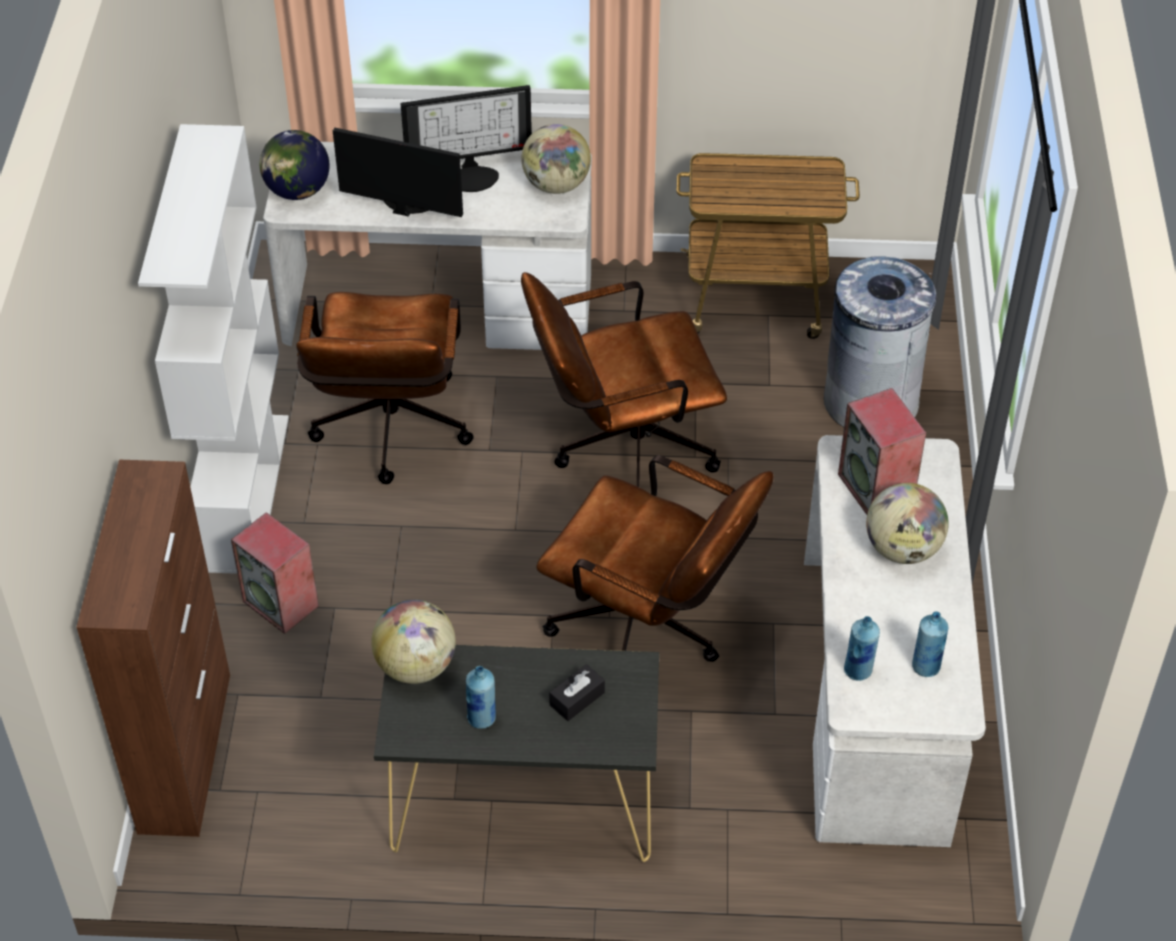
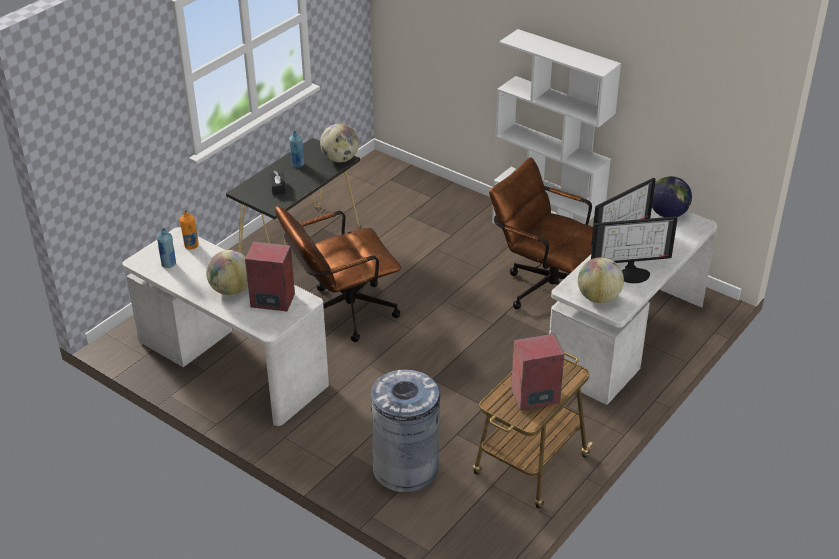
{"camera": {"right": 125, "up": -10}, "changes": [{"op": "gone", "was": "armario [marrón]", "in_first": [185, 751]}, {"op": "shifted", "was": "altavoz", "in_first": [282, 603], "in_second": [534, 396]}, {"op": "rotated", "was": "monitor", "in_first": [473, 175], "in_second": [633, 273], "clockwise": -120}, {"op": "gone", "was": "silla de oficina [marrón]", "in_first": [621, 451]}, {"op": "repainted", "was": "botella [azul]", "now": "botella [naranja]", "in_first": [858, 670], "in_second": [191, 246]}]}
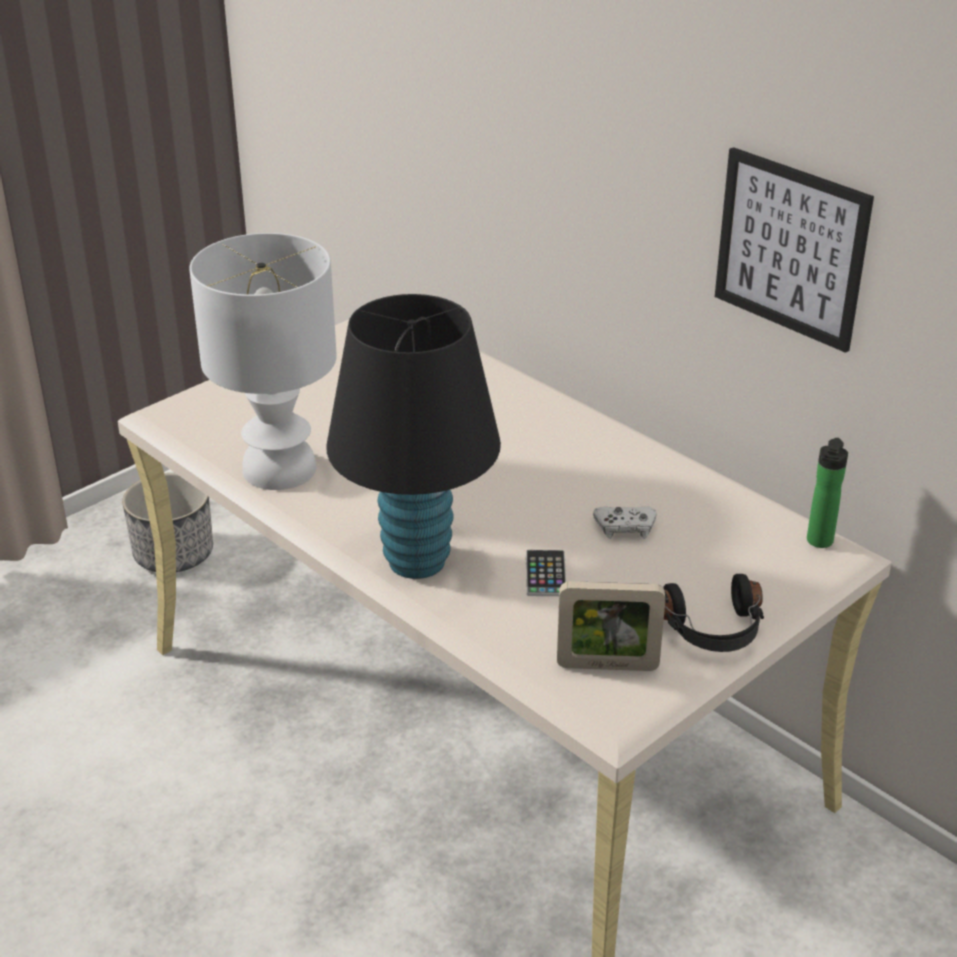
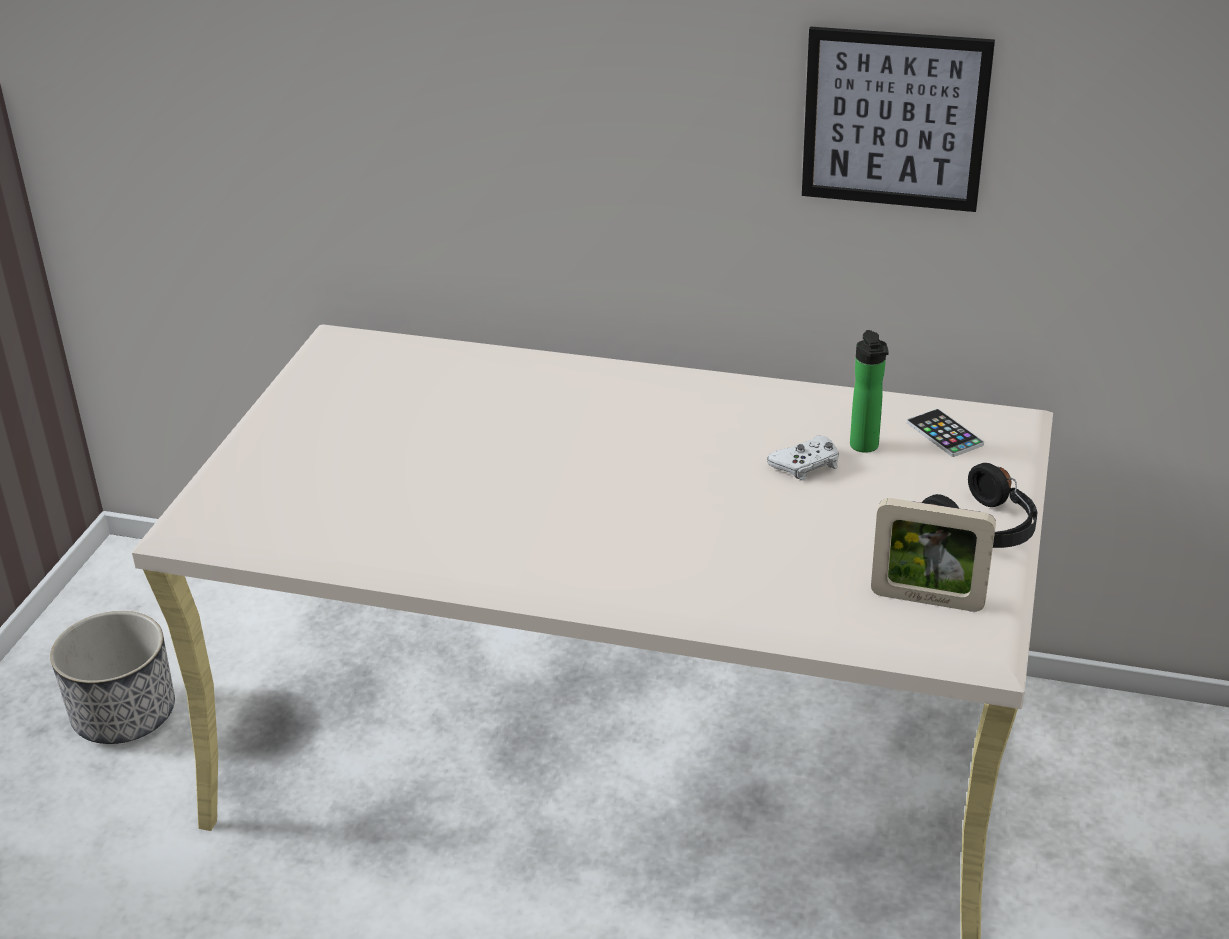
{"camera": {"right": -30, "up": 0}, "changes": [{"op": "gone", "was": "lámpara de mesa [blanco]", "in_first": [277, 468]}, {"op": "gone", "was": "lámpara de mesa [negro]", "in_first": [417, 561]}, {"op": "shifted", "was": "móvil", "in_first": [545, 574], "in_second": [944, 434]}, {"op": "rotated", "was": "portarretratos", "in_first": [607, 666], "in_second": [927, 600], "clockwise": 45}, {"op": "shifted", "was": "botella", "in_first": [819, 543], "in_second": [865, 447]}]}
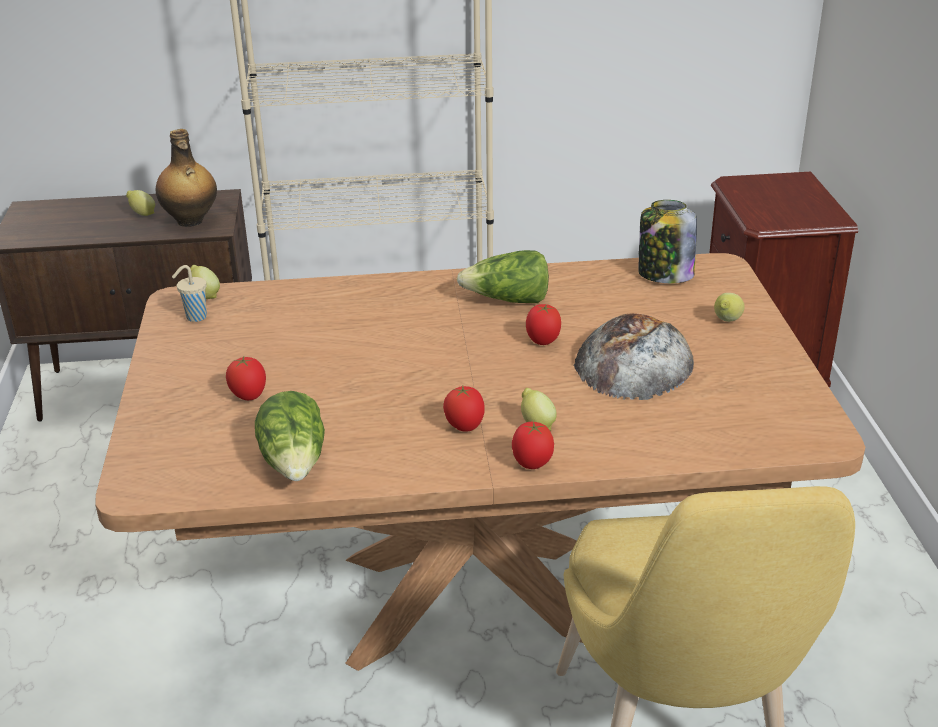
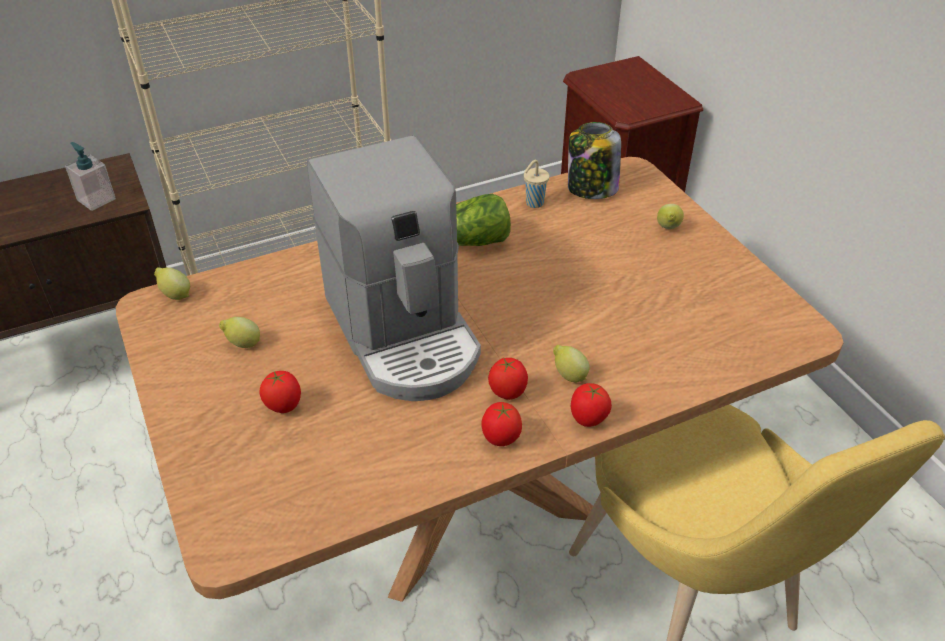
{"camera": {"right": -20, "up": 10}, "changes": [{"op": "shifted", "was": "limón", "in_first": [142, 214], "in_second": [243, 344]}, {"op": "swapped", "was": "botella", "now": "dispensador de jabón", "in_first": [190, 221], "in_second": [96, 199]}, {"op": "shifted", "was": "taza [beis]", "in_first": [195, 317], "in_second": [533, 203]}, {"op": "gone", "was": "lechuga", "in_first": [295, 462]}, {"op": "shifted", "was": "tomate", "in_first": [543, 342], "in_second": [501, 440]}, {"op": "gone", "was": "pan", "in_first": [634, 361]}, {"op": "new", "now": "cafetera", "in_second": [404, 334]}]}
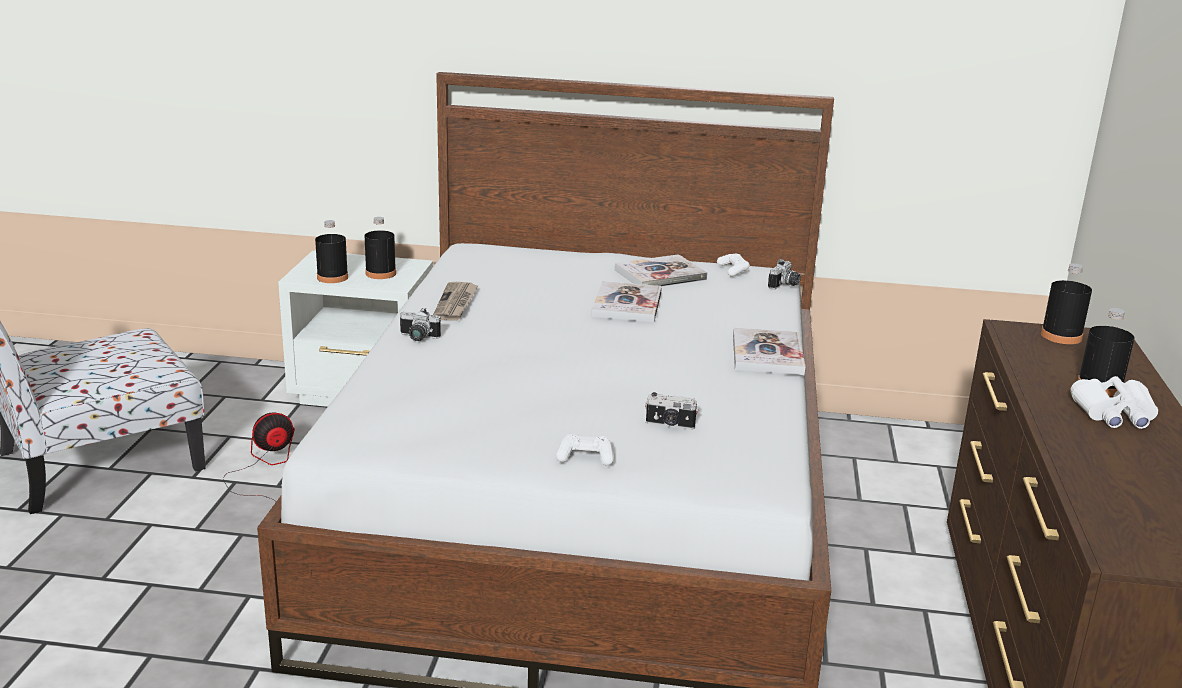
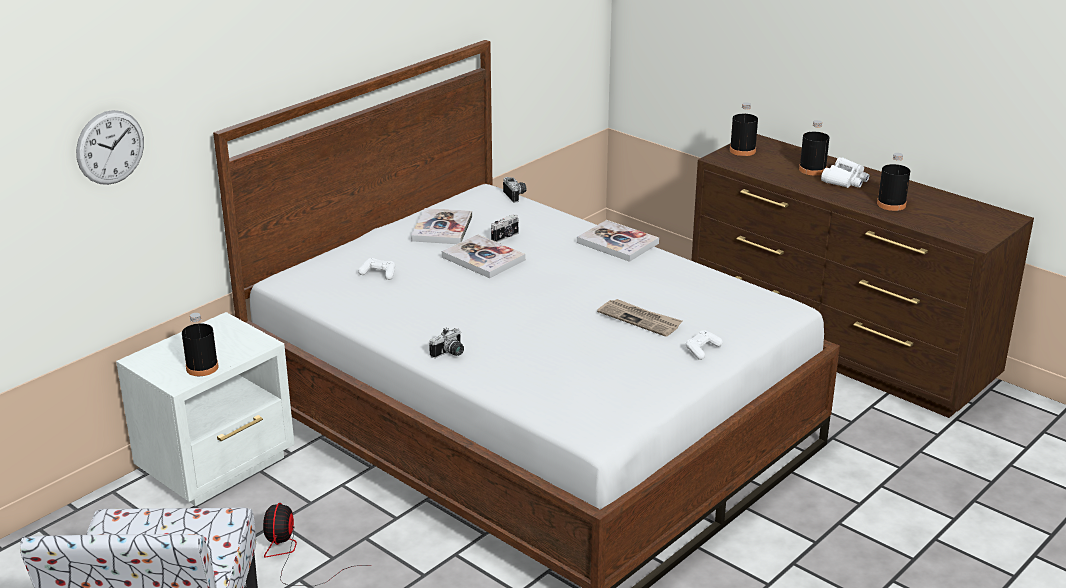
{"camera": {"right": -55, "up": 5}, "changes": [{"op": "shifted", "was": "botella [negro]", "in_first": [380, 273], "in_second": [891, 204]}, {"op": "shifted", "was": "periódico", "in_first": [456, 304], "in_second": [640, 319]}, {"op": "shifted", "was": "cámara", "in_first": [670, 425], "in_second": [505, 237]}, {"op": "shifted", "was": "mando de consola [blanco]", "in_first": [733, 270], "in_second": [378, 274]}, {"op": "new", "now": "reloj de pared", "in_second": [110, 147]}]}
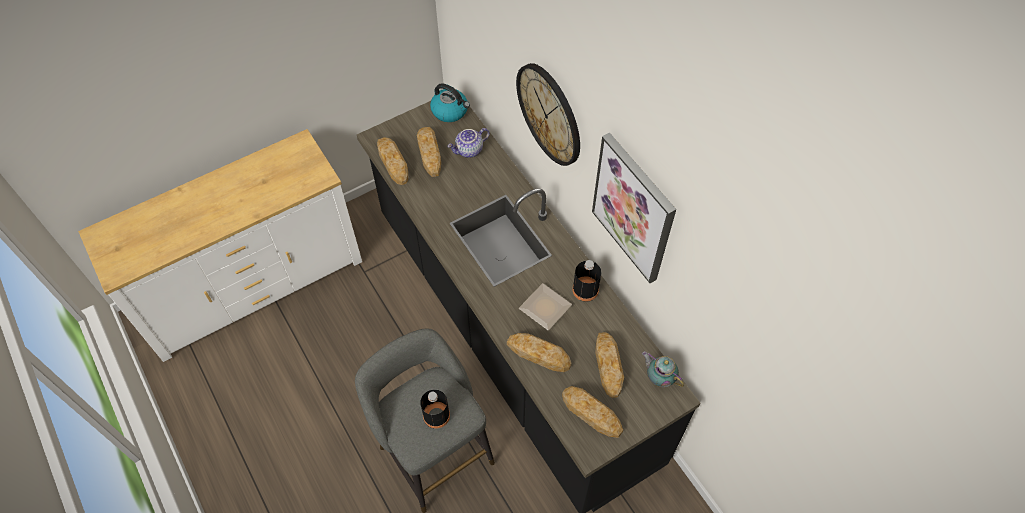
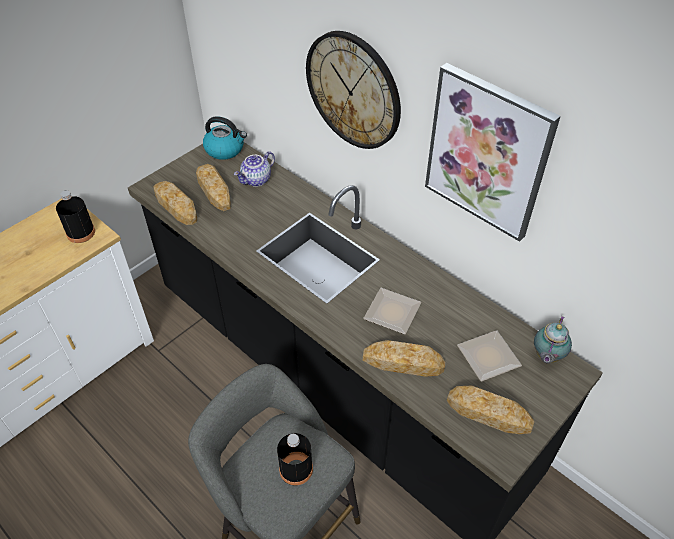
{"camera": {"right": -15, "up": -10}, "changes": [{"op": "shifted", "was": "botella [negro]", "in_first": [585, 289], "in_second": [81, 233]}, {"op": "swapped", "was": "pan", "now": "plato", "in_first": [608, 365], "in_second": [486, 356]}, {"op": "rotated", "was": "tetera", "in_first": [659, 378], "in_second": [546, 357], "clockwise": -90}]}
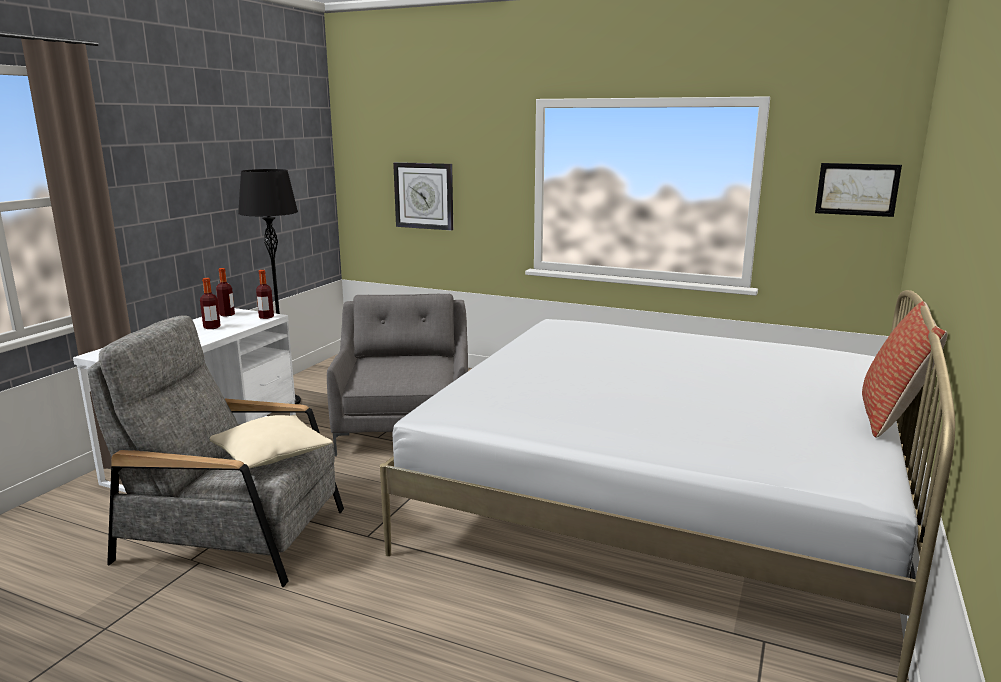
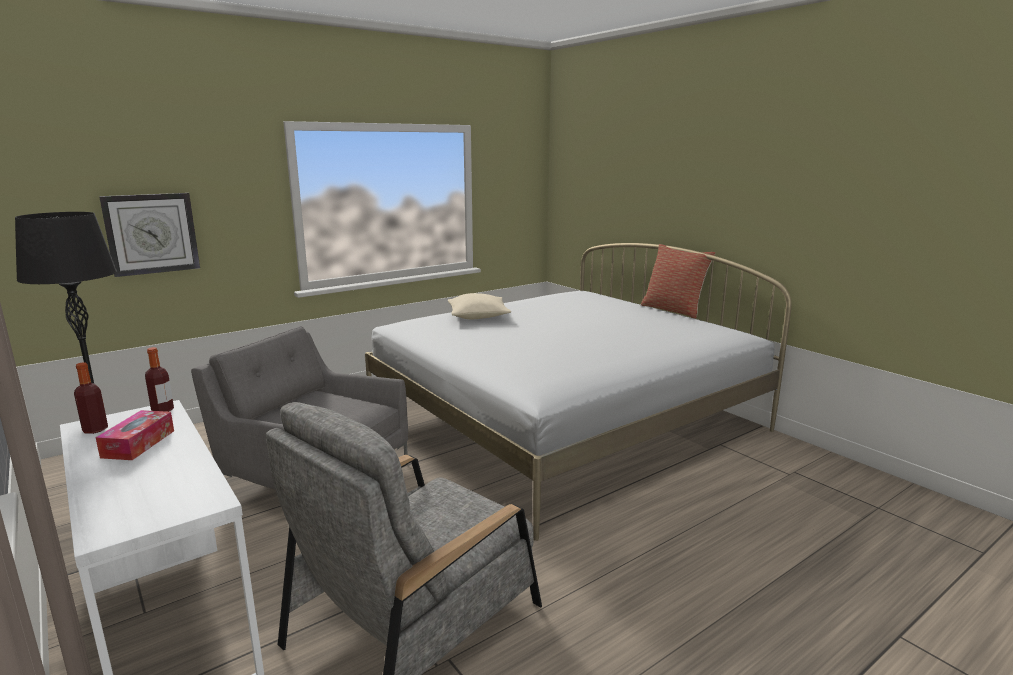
{"camera": {"right": -60, "up": 0}, "changes": [{"op": "swapped", "was": "botella", "now": "caja de pañuelos", "in_first": [212, 327], "in_second": [138, 444]}, {"op": "shifted", "was": "cojín [beis]", "in_first": [271, 456], "in_second": [478, 316]}, {"op": "gone", "was": "cuadro", "in_first": [857, 189]}]}
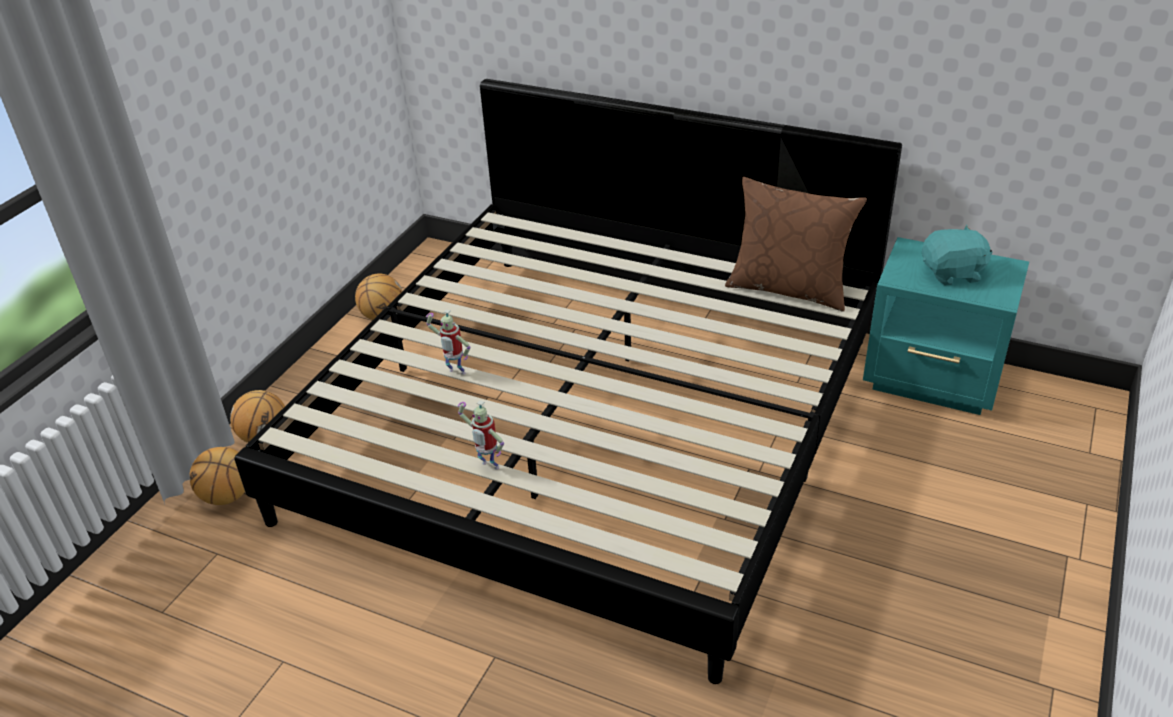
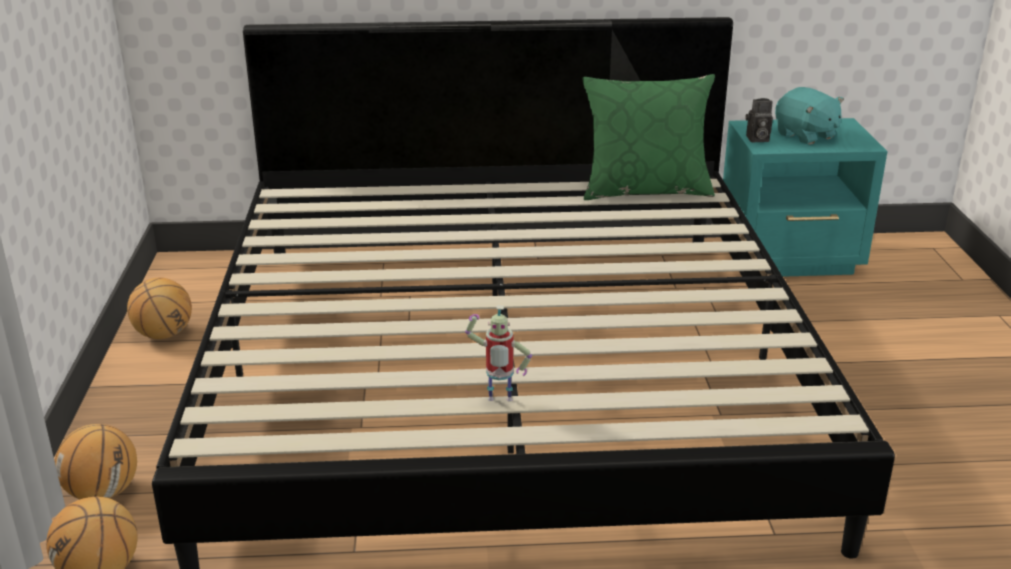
{"camera": {"right": -30, "up": -10}, "changes": [{"op": "gone", "was": "robot de juguete", "in_first": [455, 373]}, {"op": "repainted", "was": "cojín [marrón]", "now": "cojín [verde]", "in_first": [789, 288], "in_second": [645, 190]}, {"op": "rotated", "was": "peluche [turquesa]", "in_first": [952, 274], "in_second": [805, 136], "clockwise": 90}, {"op": "new", "now": "cámara", "in_second": [756, 139]}]}
